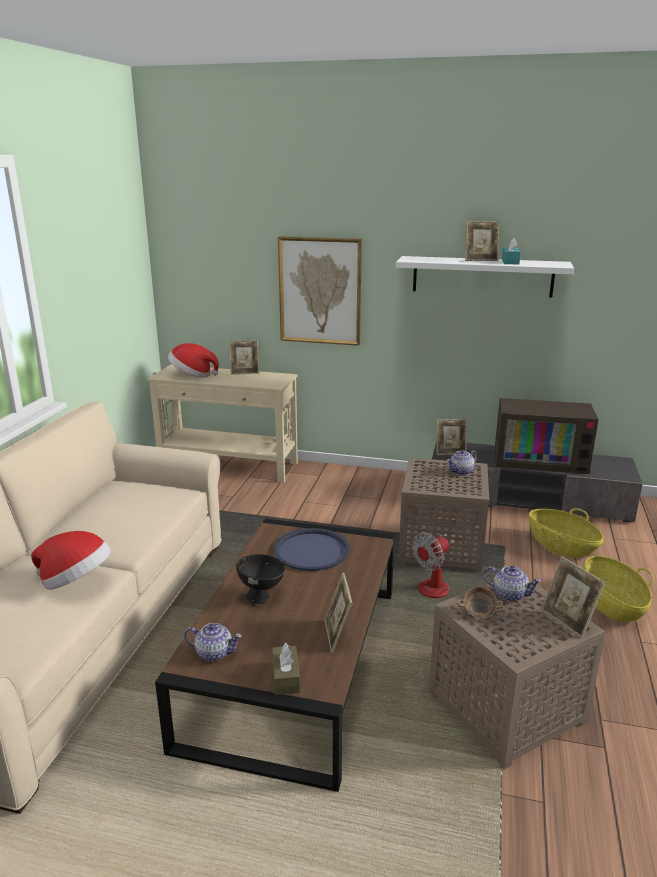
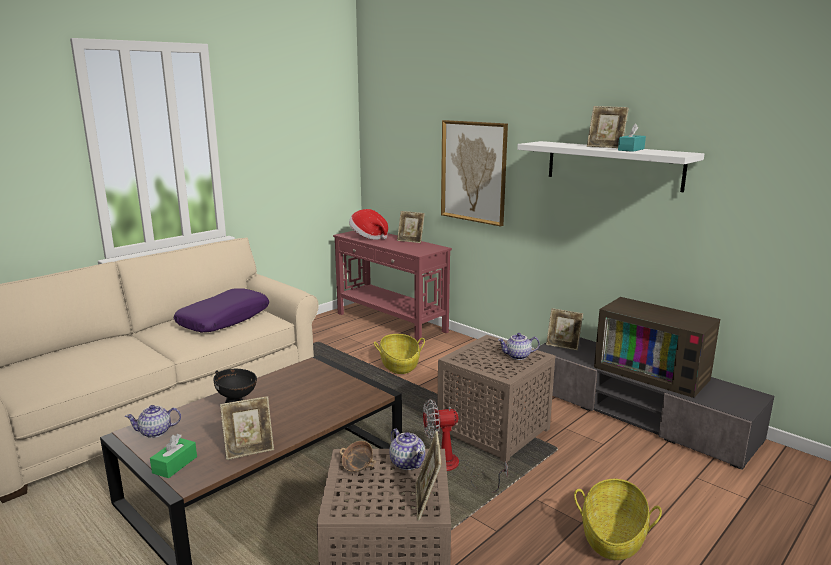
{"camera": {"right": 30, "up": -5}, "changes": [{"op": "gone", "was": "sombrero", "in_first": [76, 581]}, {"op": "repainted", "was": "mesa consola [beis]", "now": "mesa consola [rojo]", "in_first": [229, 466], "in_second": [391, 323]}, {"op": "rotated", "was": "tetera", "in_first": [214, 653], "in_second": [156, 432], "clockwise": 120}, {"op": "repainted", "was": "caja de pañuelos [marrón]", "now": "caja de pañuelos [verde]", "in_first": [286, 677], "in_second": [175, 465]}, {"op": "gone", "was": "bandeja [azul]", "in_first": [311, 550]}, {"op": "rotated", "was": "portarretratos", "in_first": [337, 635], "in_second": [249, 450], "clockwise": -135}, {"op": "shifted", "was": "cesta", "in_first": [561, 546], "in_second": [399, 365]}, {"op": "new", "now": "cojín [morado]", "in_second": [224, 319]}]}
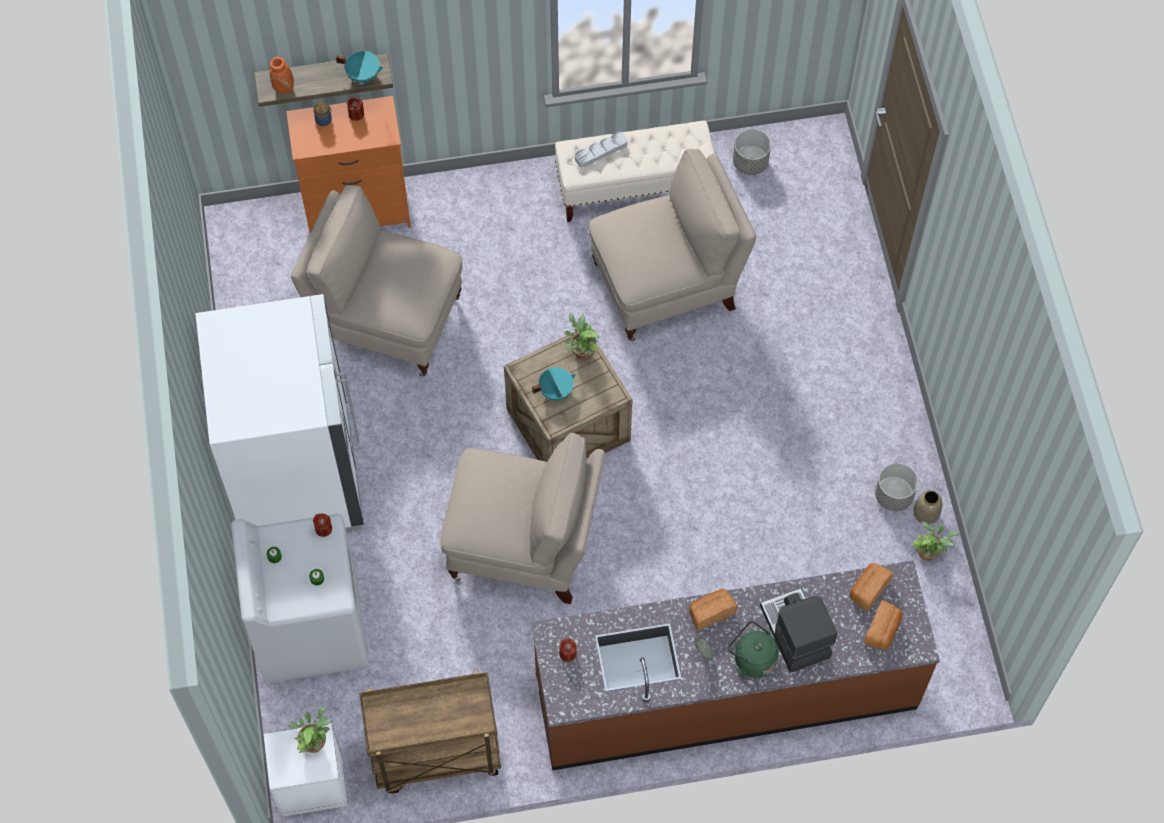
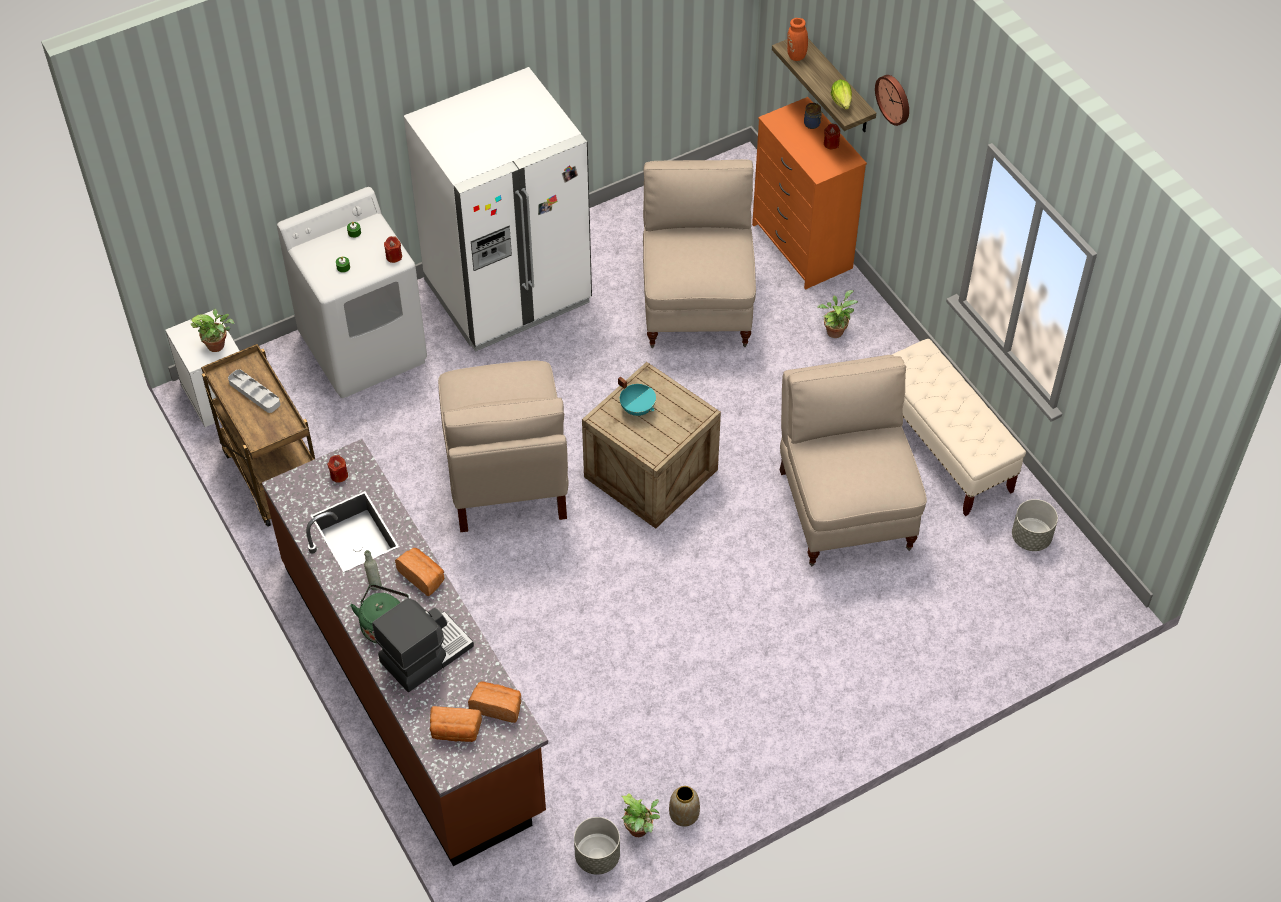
{"camera": {"right": 70, "up": -10}, "changes": [{"op": "swapped", "was": "olla [turquesa]", "now": "lechuga", "in_first": [363, 75], "in_second": [842, 103]}, {"op": "shifted", "was": "planta en maceta", "in_first": [581, 352], "in_second": [835, 330]}, {"op": "shifted", "was": "bandeja [gris]", "in_first": [601, 151], "in_second": [254, 393]}, {"op": "rotated", "was": "silla [beis]", "in_first": [666, 286], "in_second": [845, 508], "clockwise": -150}, {"op": "shifted", "was": "maceta [gris]", "in_first": [893, 496], "in_second": [597, 856]}, {"op": "new", "now": "reloj de pared", "in_second": [894, 99]}]}
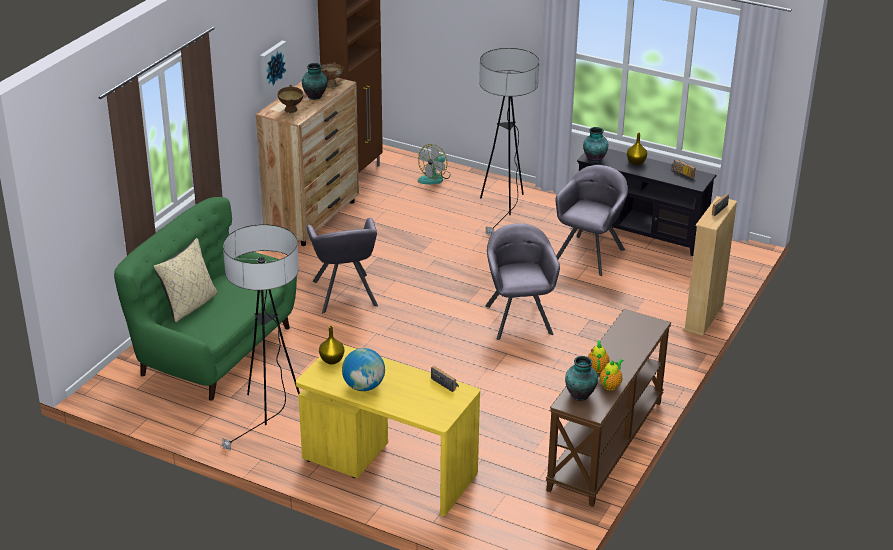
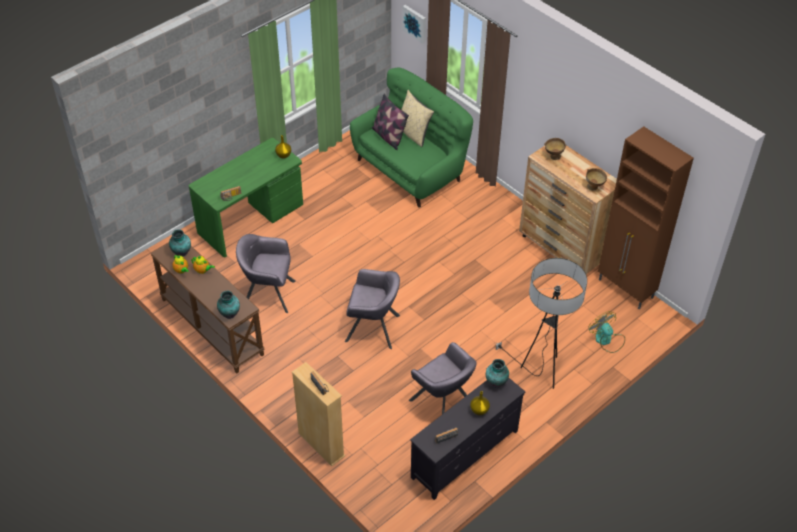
{"camera": {"right": 110, "up": 15}, "changes": [{"op": "gone", "was": "lámpara de pie", "in_first": [269, 411]}, {"op": "shifted", "was": "cuadro", "in_first": [272, 66], "in_second": [415, 23]}, {"op": "repainted", "was": "escritorio [amarillo]", "now": "escritorio [verde]", "in_first": [388, 468], "in_second": [251, 219]}, {"op": "shifted", "was": "florero", "in_first": [315, 96], "in_second": [229, 314]}, {"op": "shifted", "was": "sillón [gris]", "in_first": [344, 294], "in_second": [268, 294]}, {"op": "gone", "was": "globo terráqueo", "in_first": [364, 386]}, {"op": "new", "now": "cojín", "in_second": [388, 137]}]}
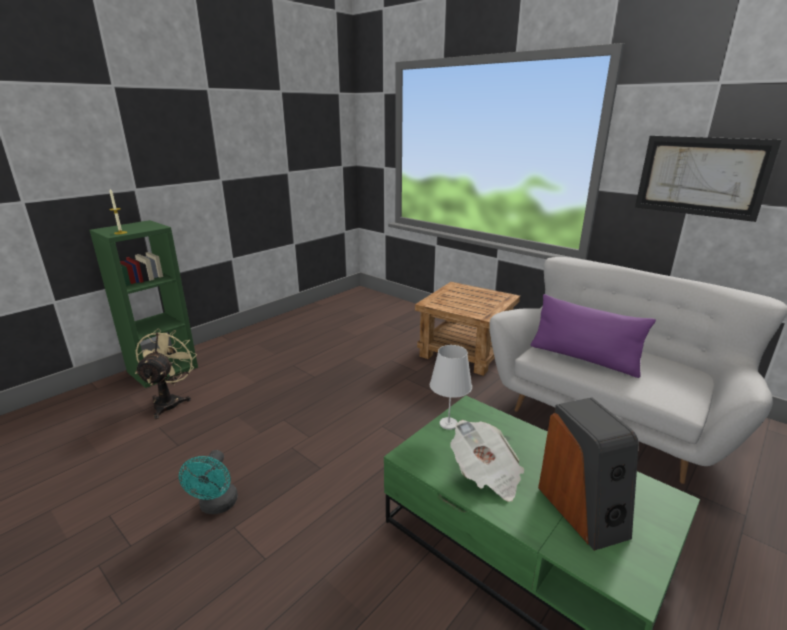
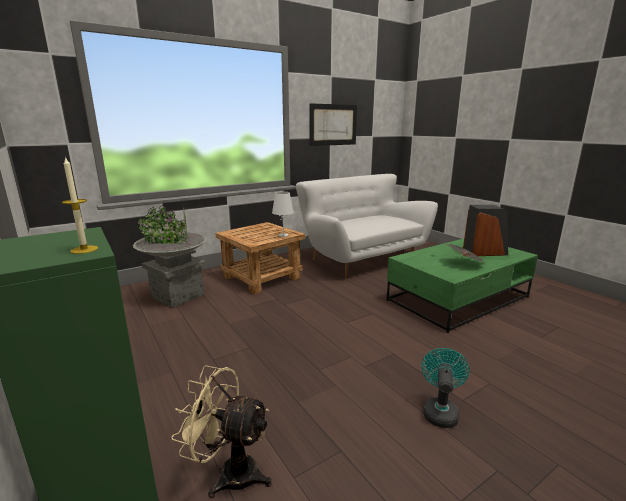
{"camera": {"right": -75, "up": -5}, "changes": [{"op": "rotated", "was": "ventilador [turquesa]", "in_first": [217, 506], "in_second": [440, 411], "clockwise": -90}, {"op": "shifted", "was": "lámpara de mesa [blanco]", "in_first": [448, 423], "in_second": [283, 235]}, {"op": "gone", "was": "cojín [morado]", "in_first": [583, 358]}, {"op": "new", "now": "maceta [gris]", "in_second": [178, 295]}]}
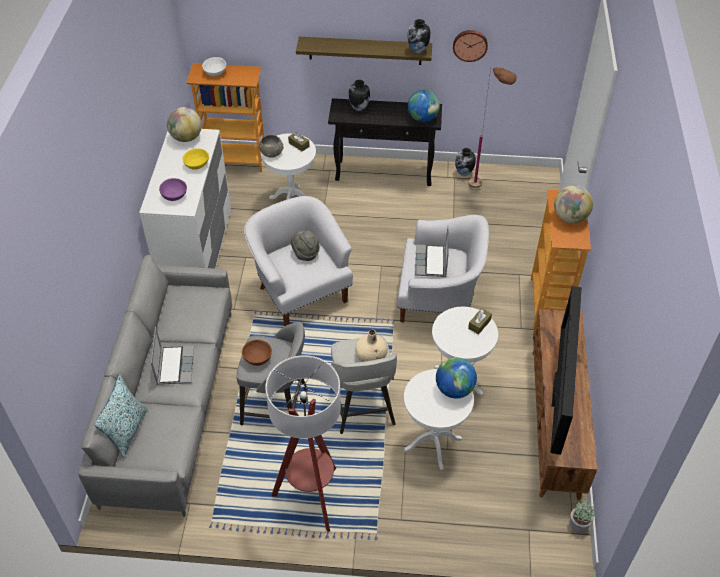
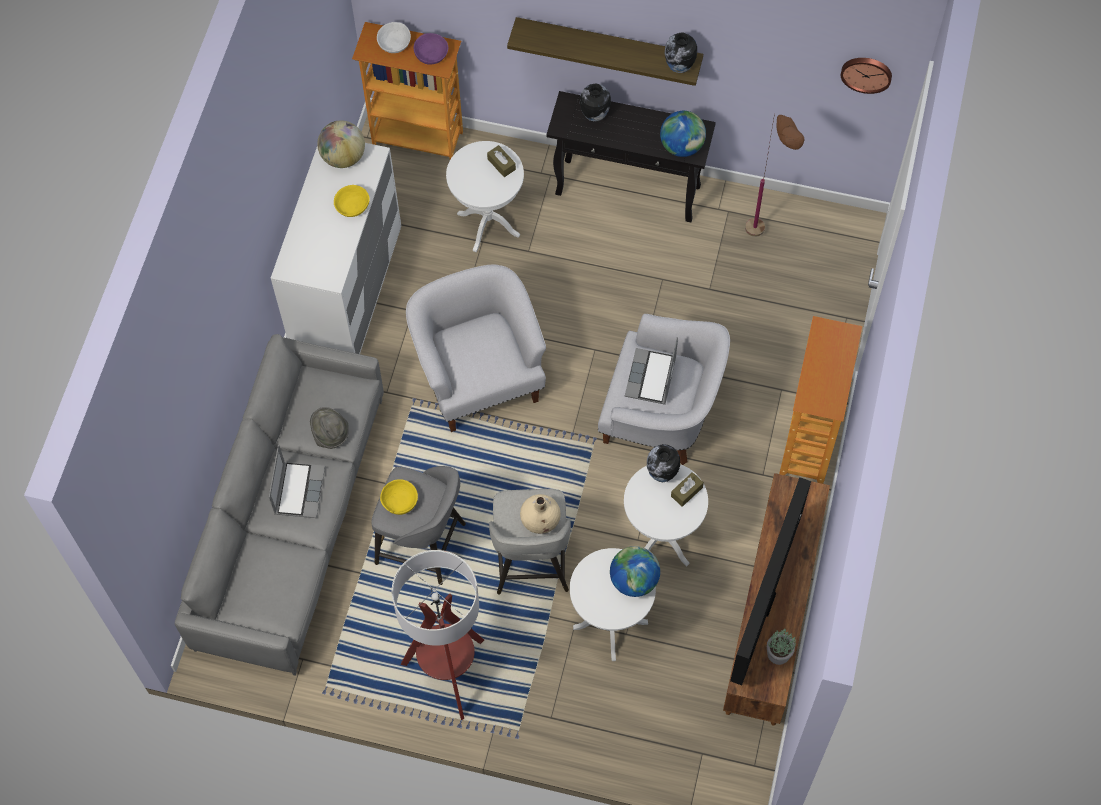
{"camera": {"right": 10, "up": 15}, "changes": [{"op": "gone", "was": "cojín", "in_first": [127, 431]}, {"op": "shifted", "was": "cuenco [morado]", "in_first": [174, 195], "in_second": [430, 55]}, {"op": "repainted", "was": "cuenco [marrón]", "now": "cuenco [amarillo]", "in_first": [257, 358], "in_second": [399, 503]}, {"op": "gone", "was": "cuenco [gris]", "in_first": [271, 152]}, {"op": "shifted", "was": "sombrero [gris]", "in_first": [305, 253], "in_second": [330, 435]}, {"op": "shifted", "was": "reloj de pared", "in_first": [470, 45], "in_second": [866, 73]}, {"op": "shifted", "was": "florero", "in_first": [464, 173], "in_second": [662, 474]}, {"op": "gone", "was": "globo terráqueo", "in_first": [569, 217]}, {"op": "shifted", "was": "planta en maceta", "in_first": [578, 525], "in_second": [778, 654]}]}
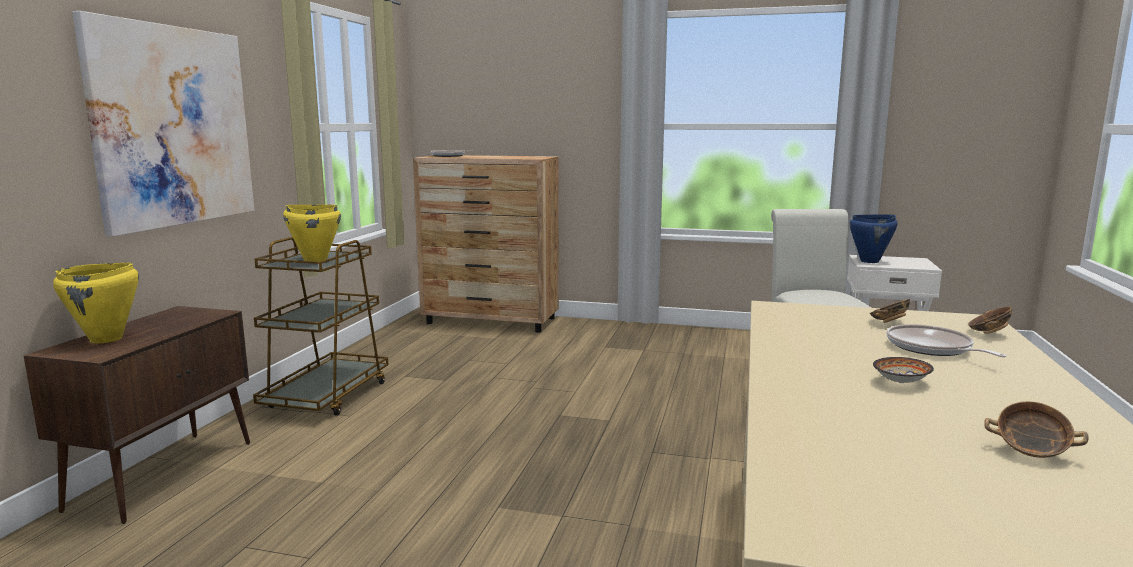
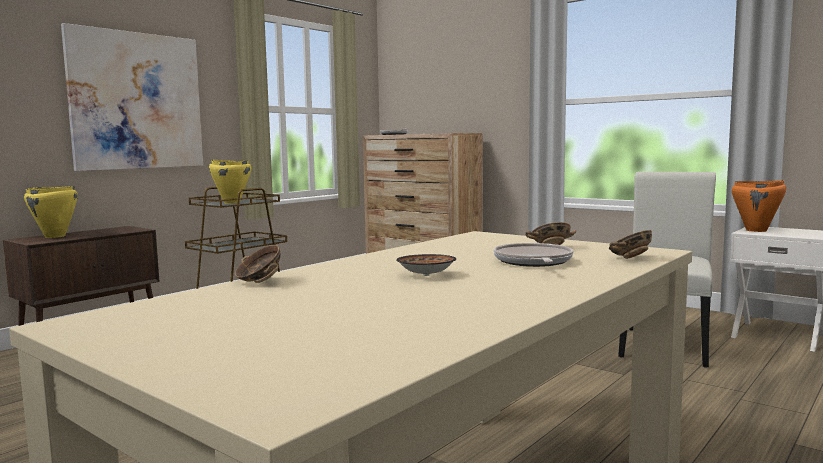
{"camera": {"right": 25, "up": -5}, "changes": [{"op": "repainted", "was": "olla [azul]", "now": "olla [naranja]", "in_first": [870, 261], "in_second": [756, 230]}, {"op": "shifted", "was": "cuenco", "in_first": [1031, 453], "in_second": [258, 282]}]}
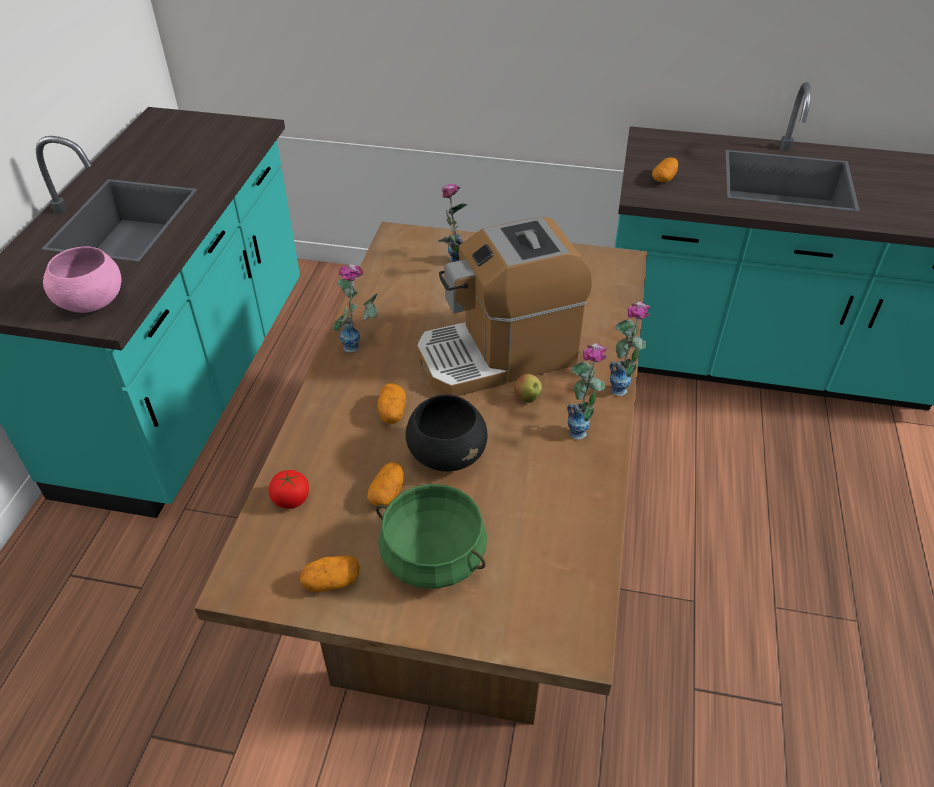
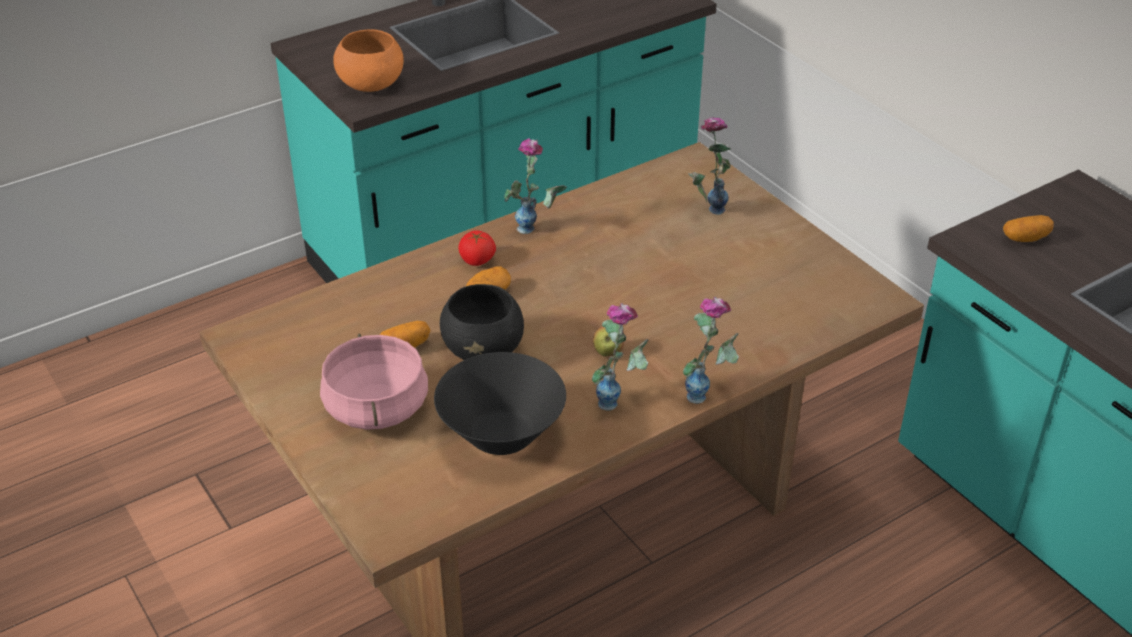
{"camera": {"right": 45, "up": -5}, "changes": [{"op": "repainted", "was": "cuenco [rosa]", "now": "cuenco [naranja]", "in_first": [92, 303], "in_second": [371, 85]}, {"op": "shifted", "was": "tomate", "in_first": [291, 499], "in_second": [477, 260]}, {"op": "gone", "was": "patata", "in_first": [331, 582]}, {"op": "repainted", "was": "olla [verde]", "now": "olla [rosa]", "in_first": [432, 556], "in_second": [375, 407]}, {"op": "gone", "was": "cafetera", "in_first": [498, 355]}, {"op": "new", "now": "cuenco [negro]", "in_second": [501, 435]}]}
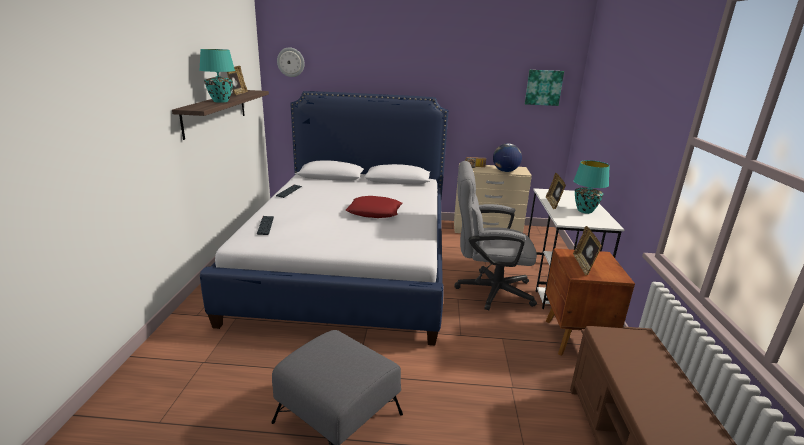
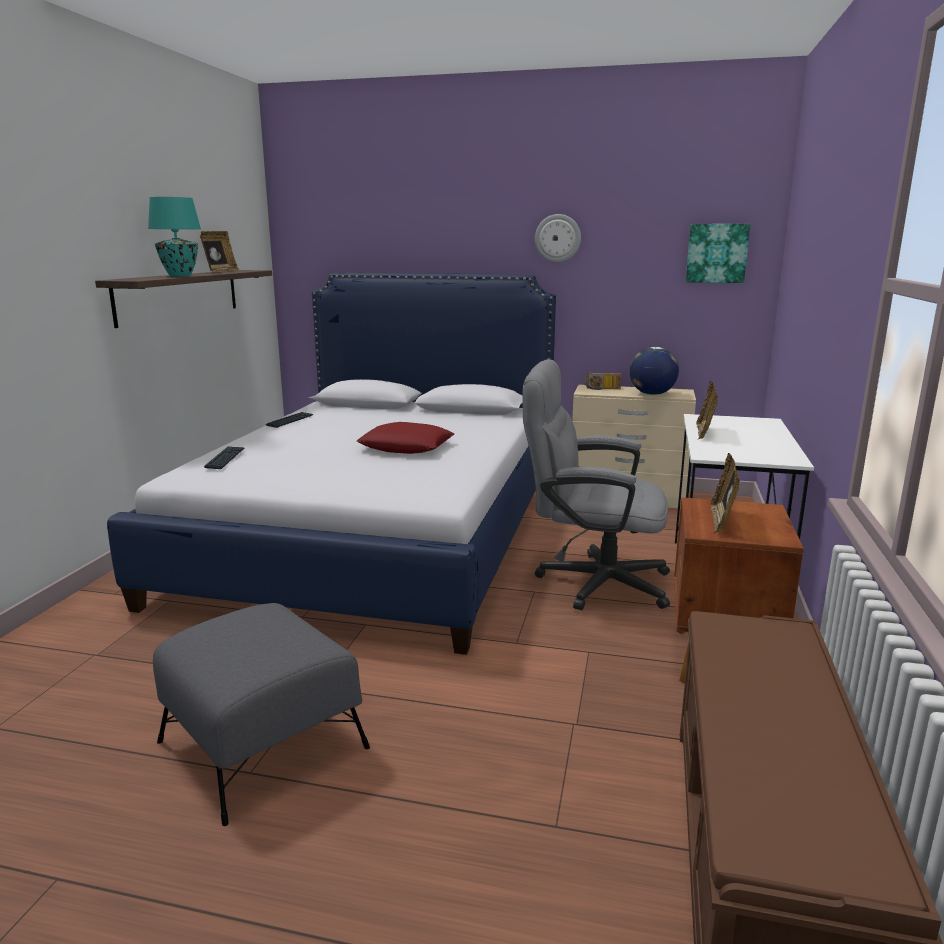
{"camera": {"right": 10, "up": -5}, "changes": [{"op": "shifted", "was": "reloj de pared", "in_first": [291, 62], "in_second": [557, 238]}, {"op": "gone", "was": "lámpara de mesa [turquesa]", "in_first": [585, 211]}]}
